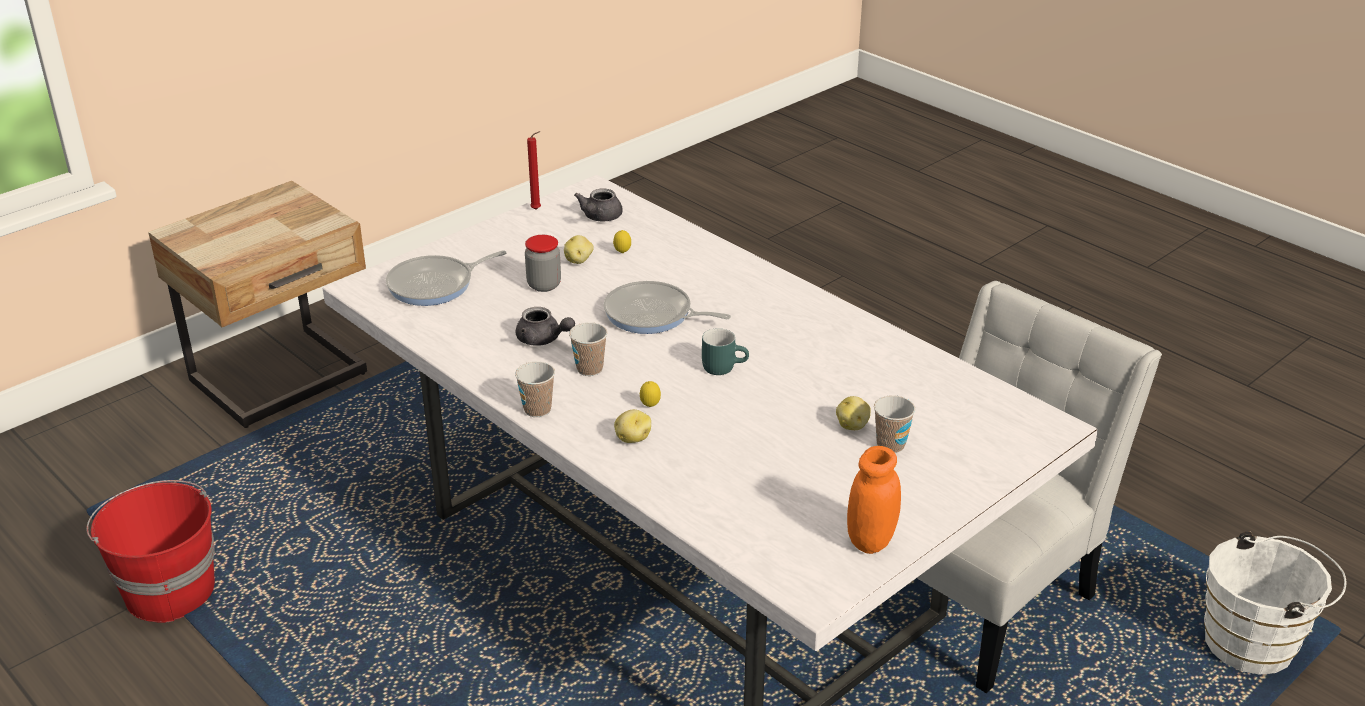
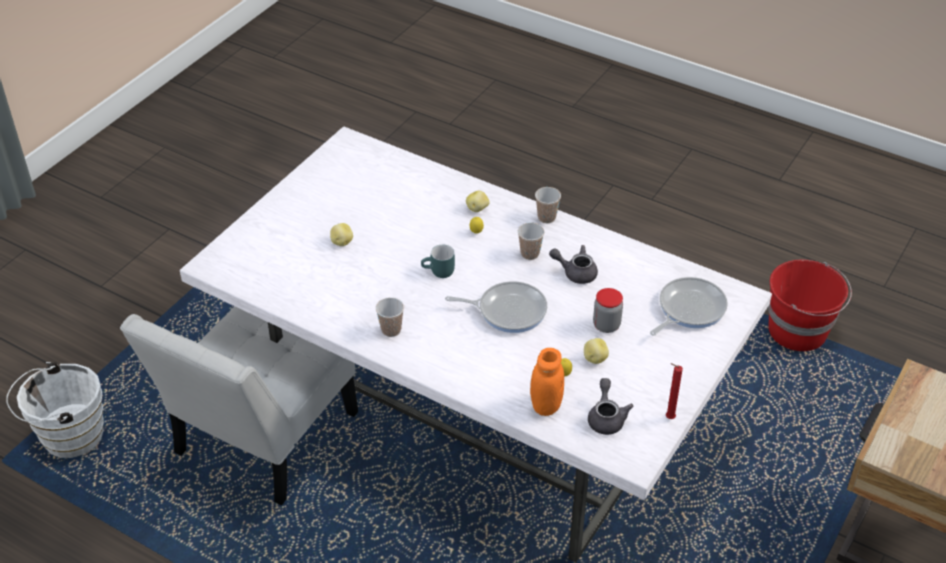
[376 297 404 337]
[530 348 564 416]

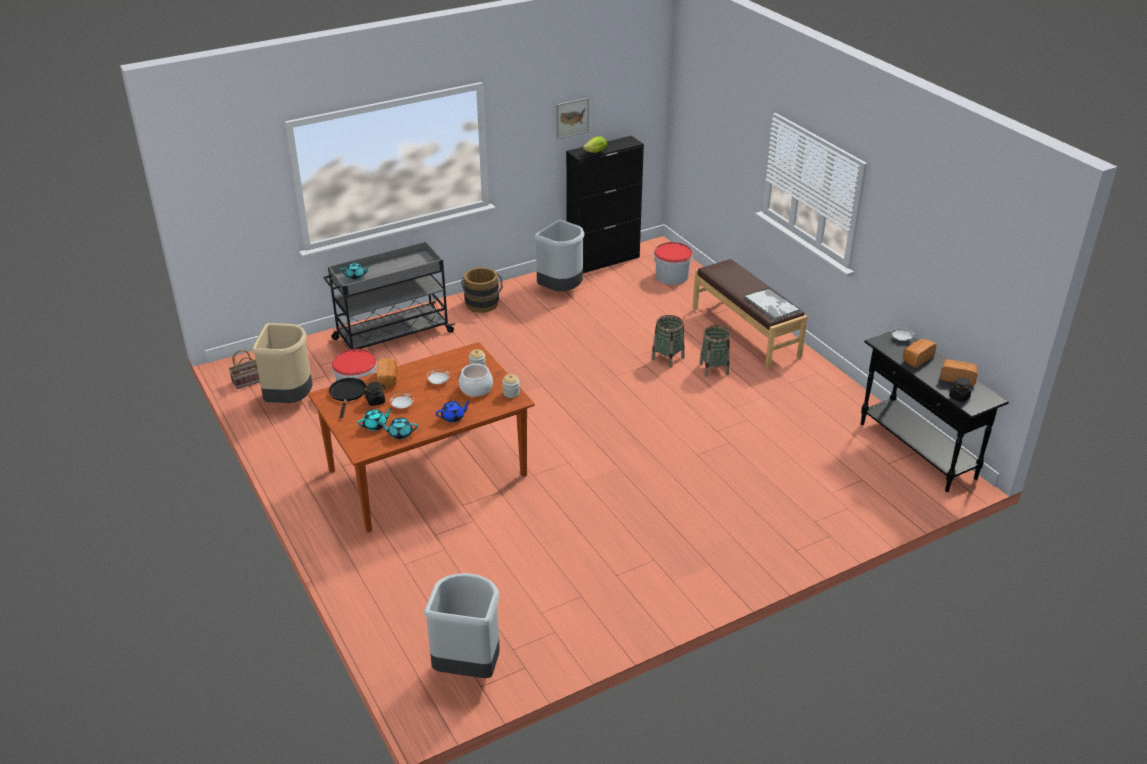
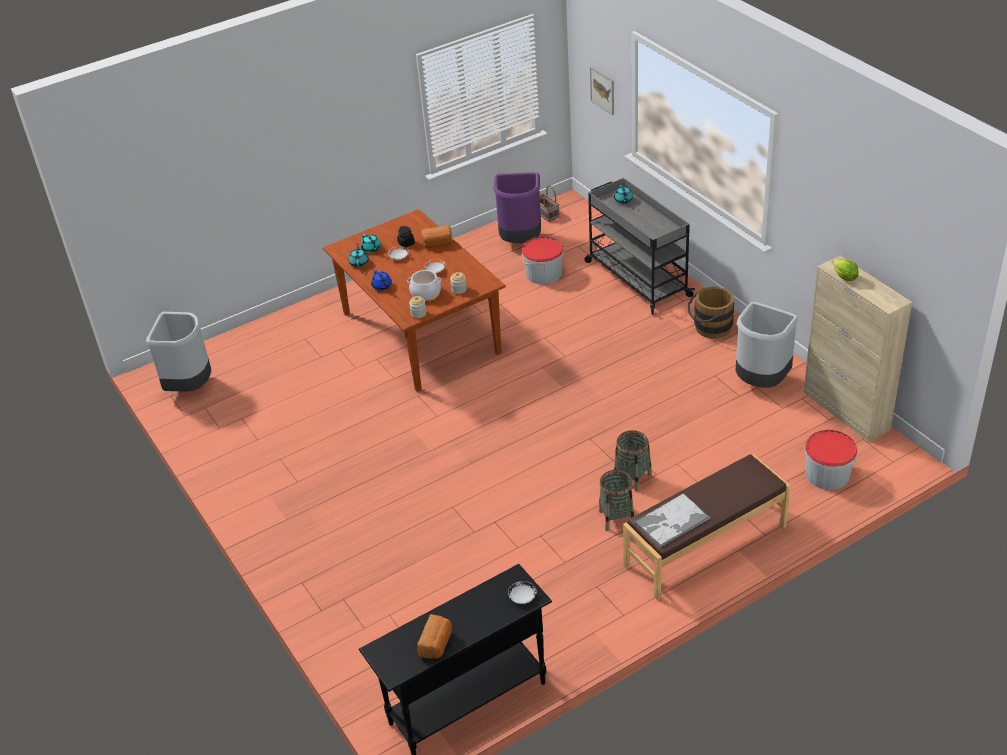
[494 172 541 243]
[590 67 614 115]
[803 256 912 442]
[329 378 366 418] (first image)
[903 339 936 368] (first image)
[949 378 971 402] (first image)

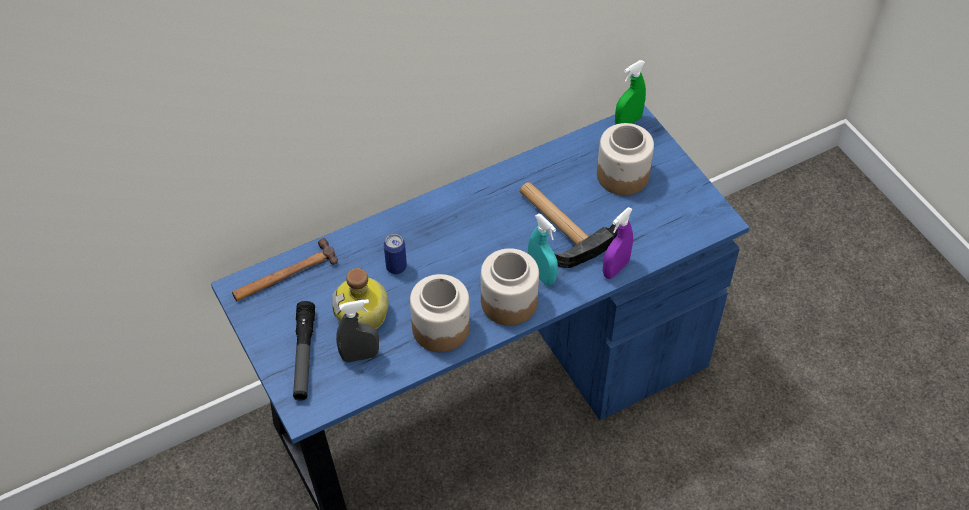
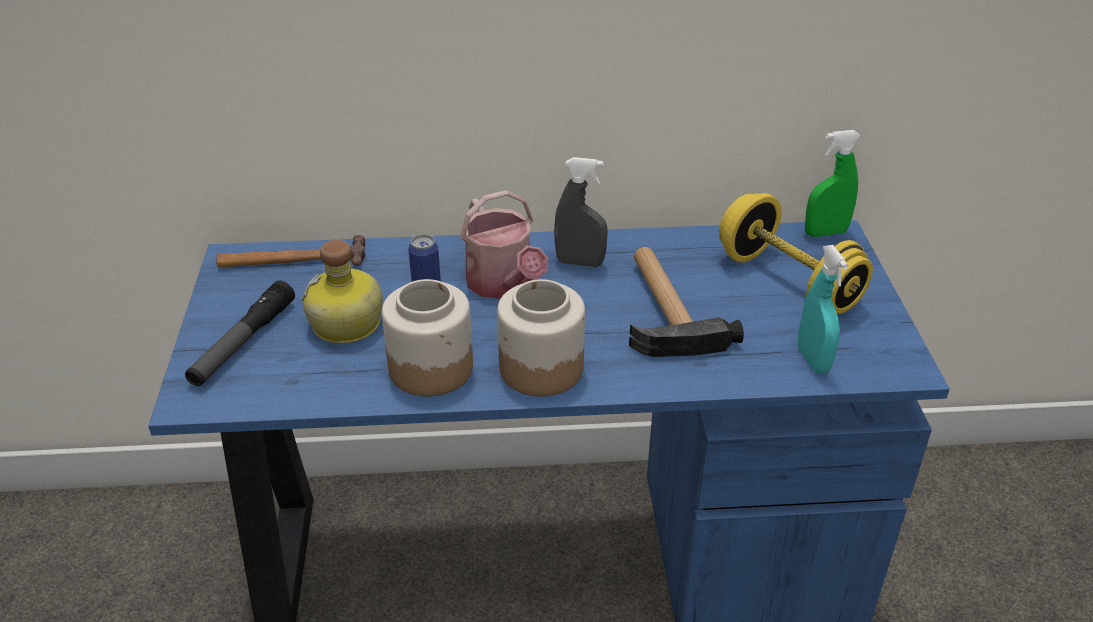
[460 190 548 299]
[554 157 608 267]
[719 193 873 314]
[798 245 849 374]
[603 207 633 279] (first image)

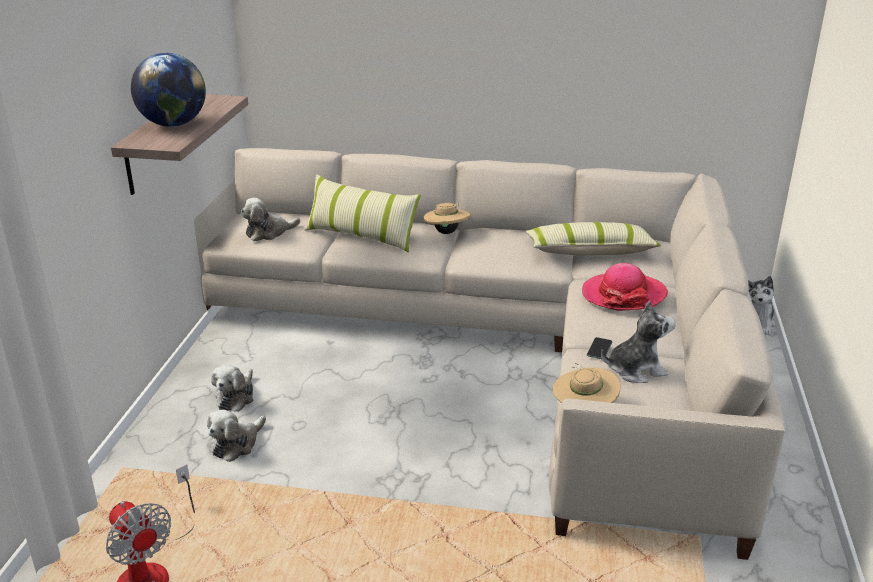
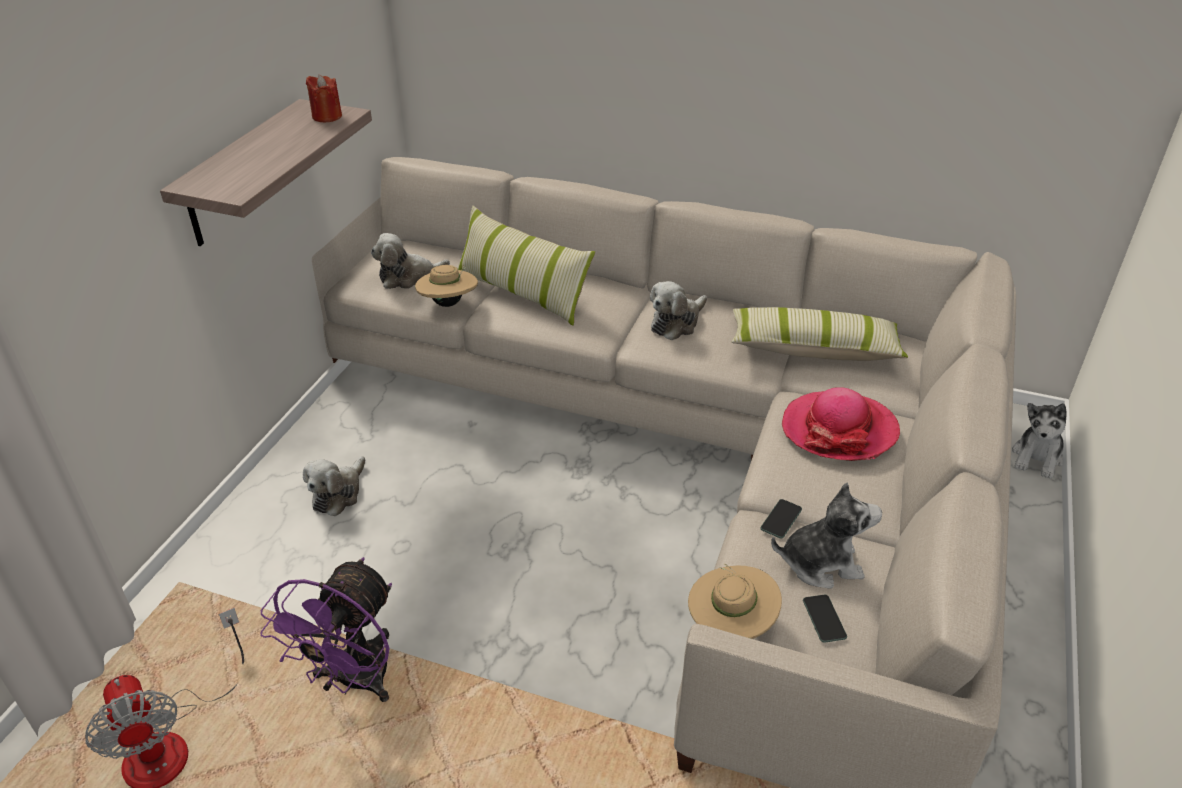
[260 557 392 702]
[306 75 342 122]
[415 264 478 307]
[650 281 707 340]
[803 595 847 643]
[131 53 206 127] (first image)

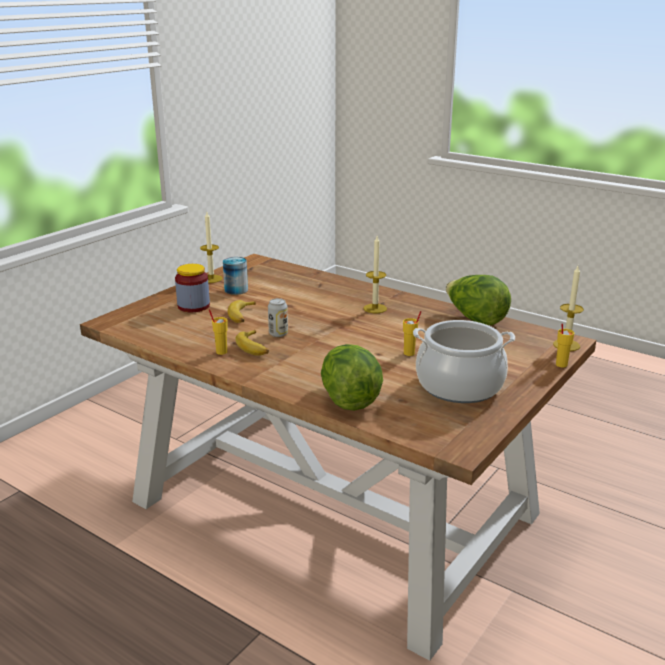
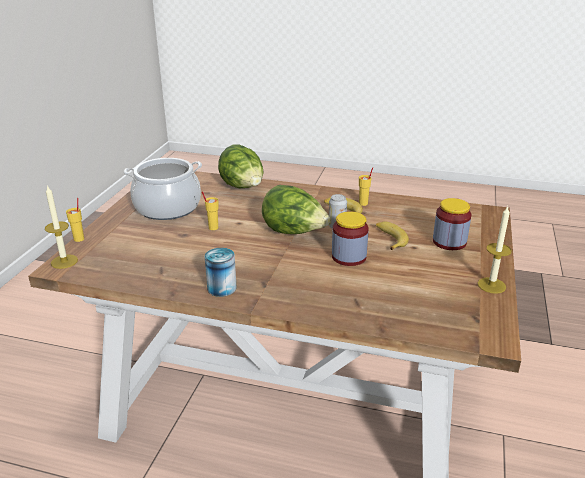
[205 248 236 297]
[262 185 330 234]
[332 211 369 266]
[364 236 387 313] (first image)

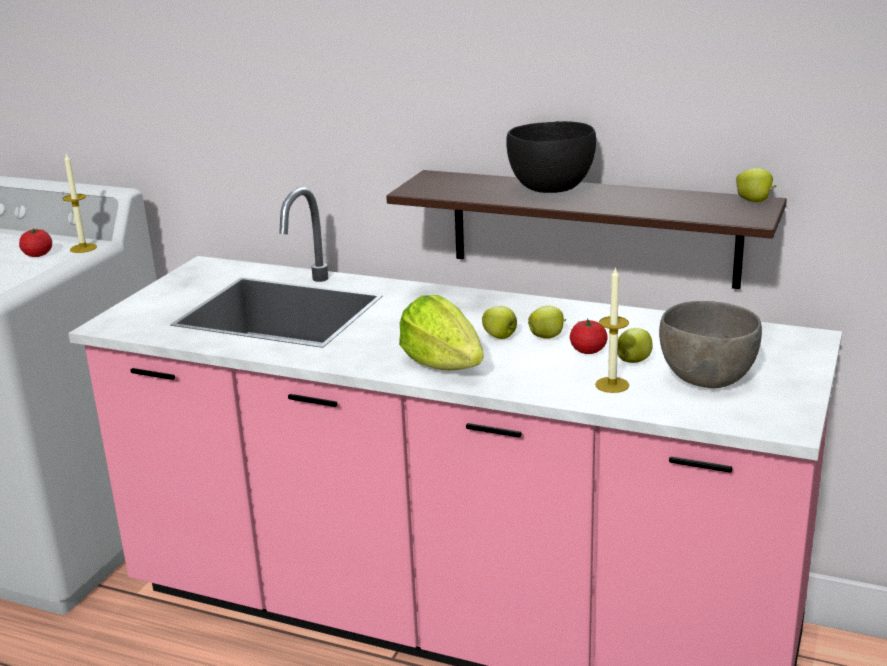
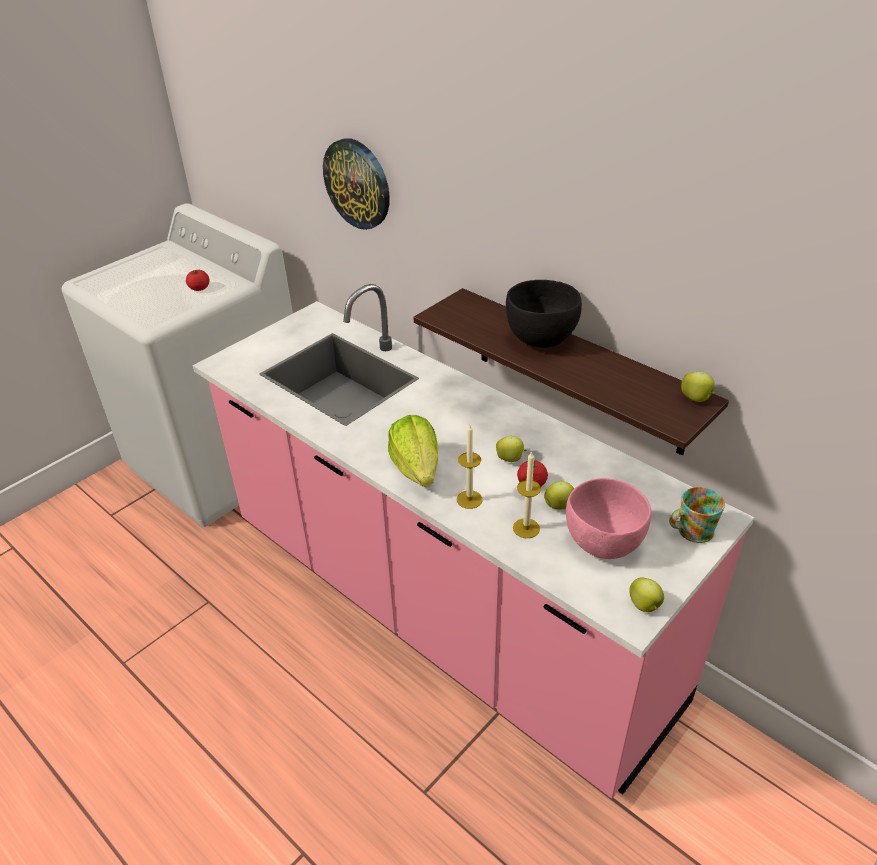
[323 138 390 230]
[457 424 483 509]
[566 478 652 559]
[629 577 664 612]
[669 487 725 543]

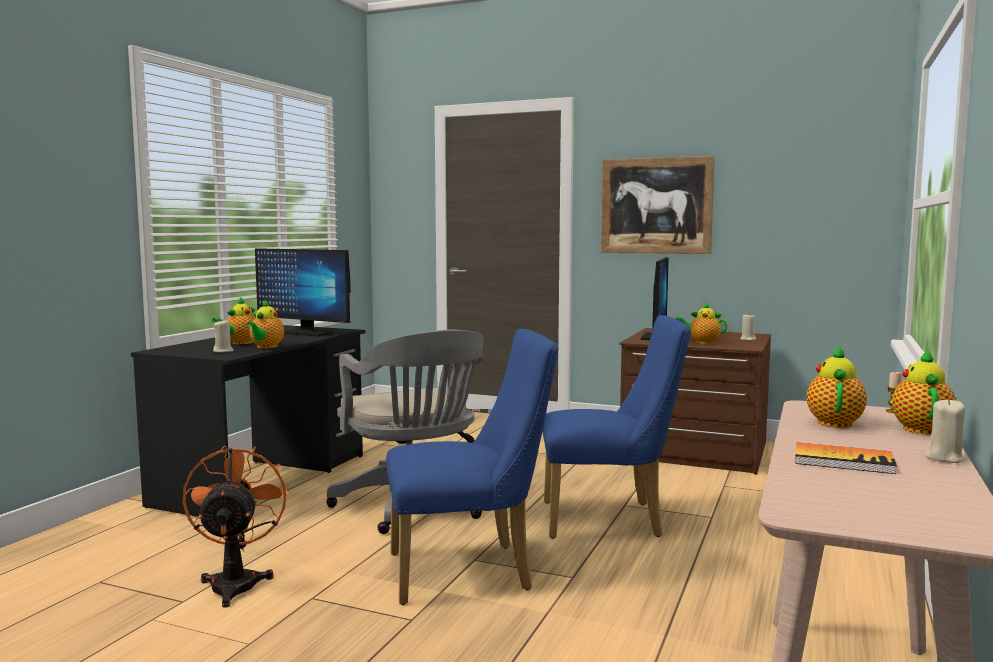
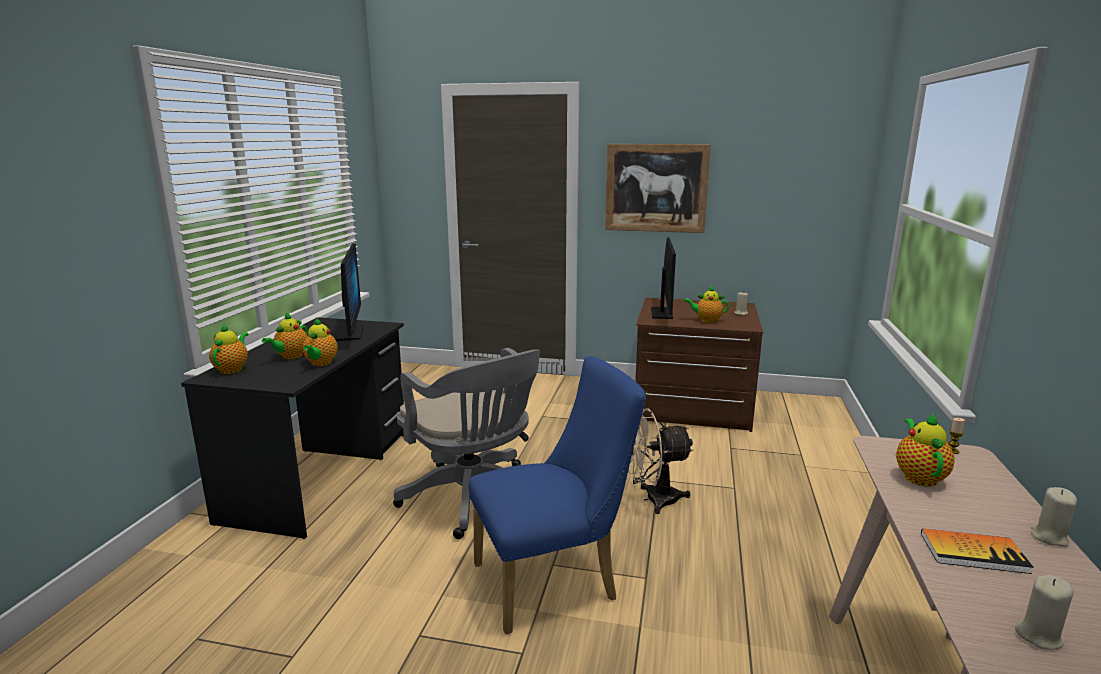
[209 323 248 374]
[335 243 364 341]
[628 408 694 514]
[1015 575 1074 650]
[183 445 288 608] (first image)

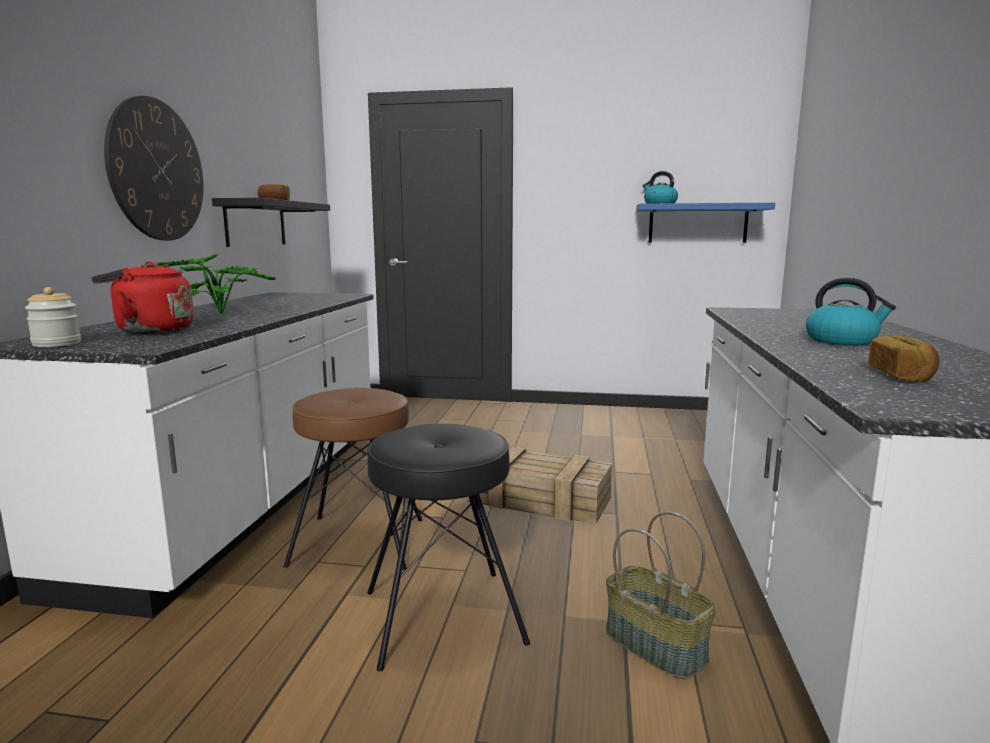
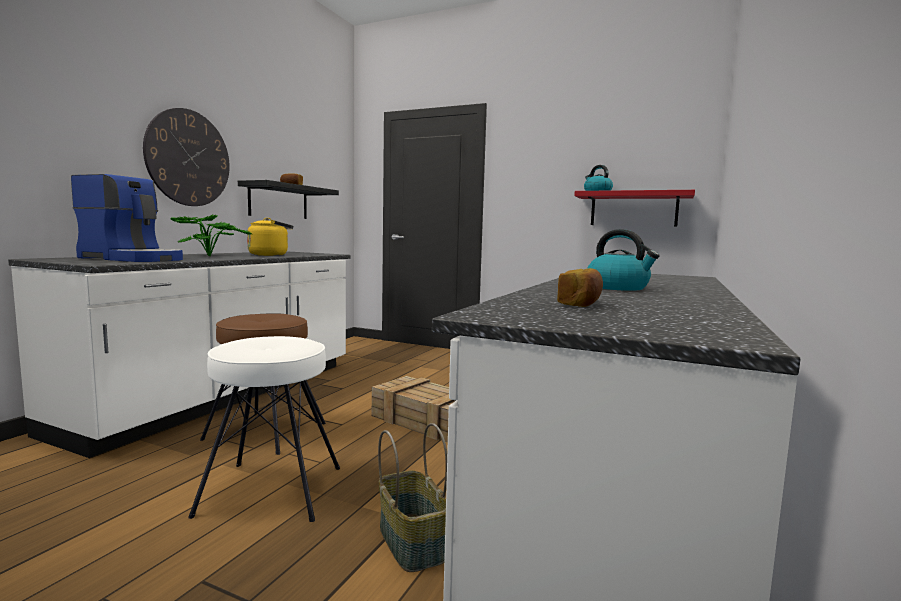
[71 174 183 262]
[188 336 340 522]
[247 218 293 256]
[574 190 695 227]
[25 287 81 347] (first image)

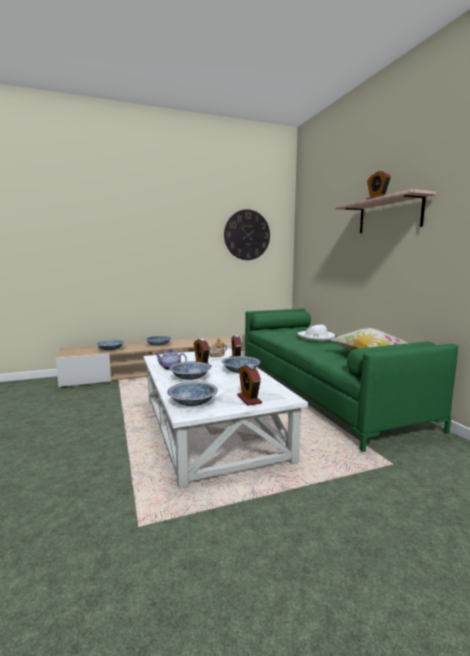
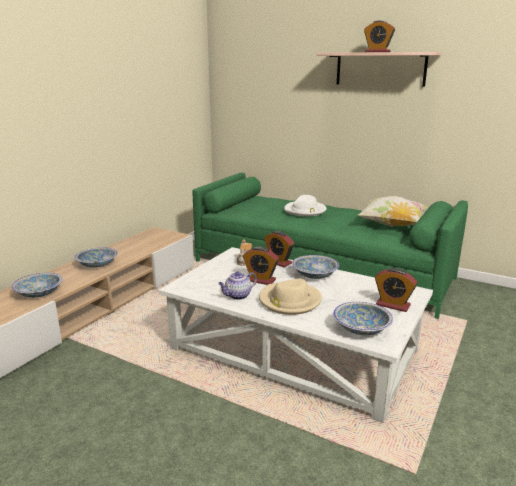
[259 279 322 315]
[224 209 270 260] (first image)

